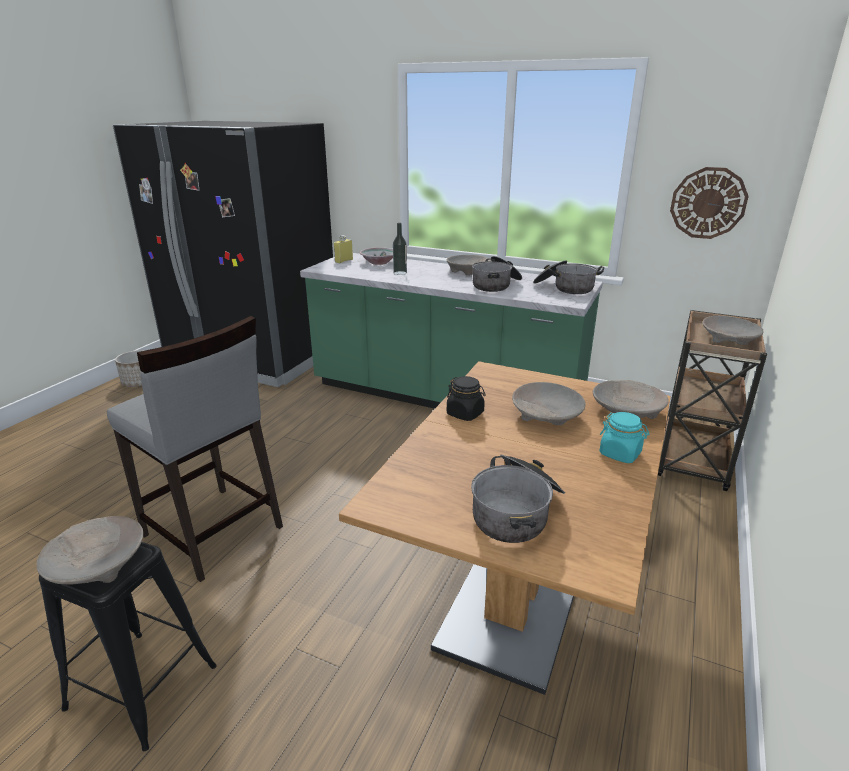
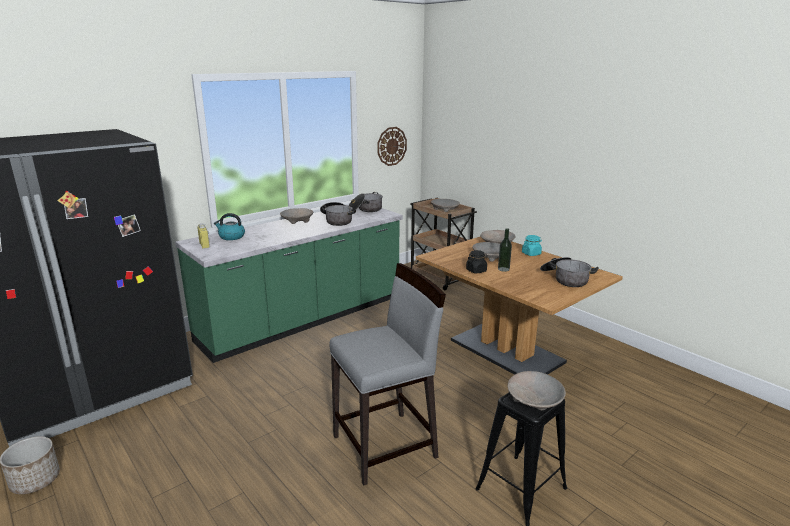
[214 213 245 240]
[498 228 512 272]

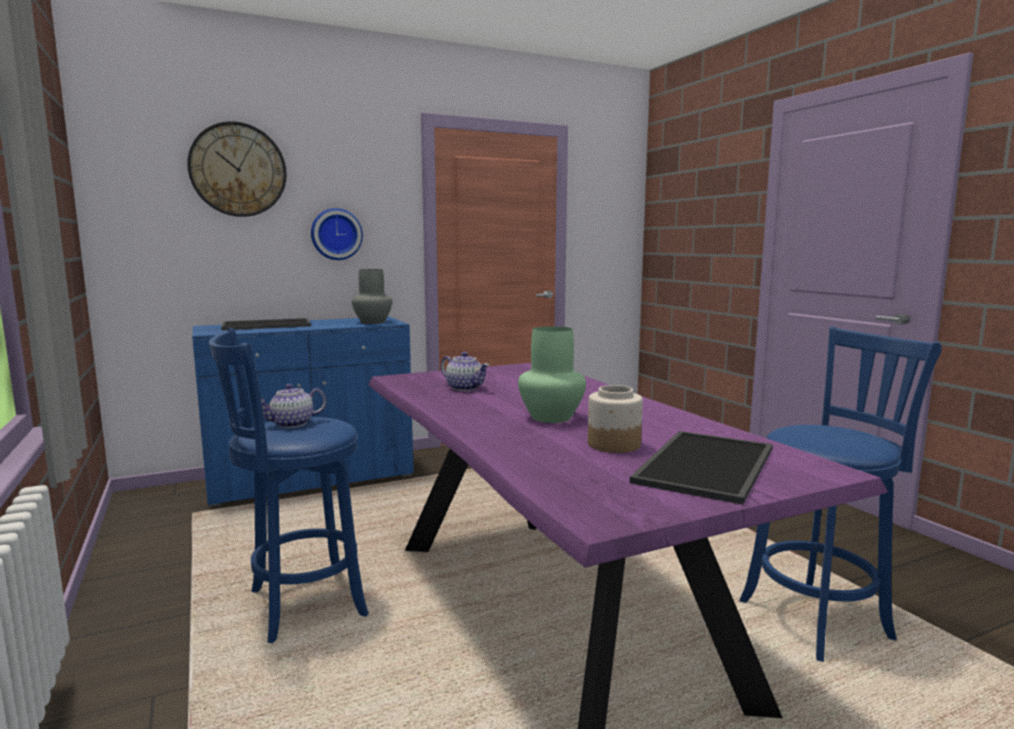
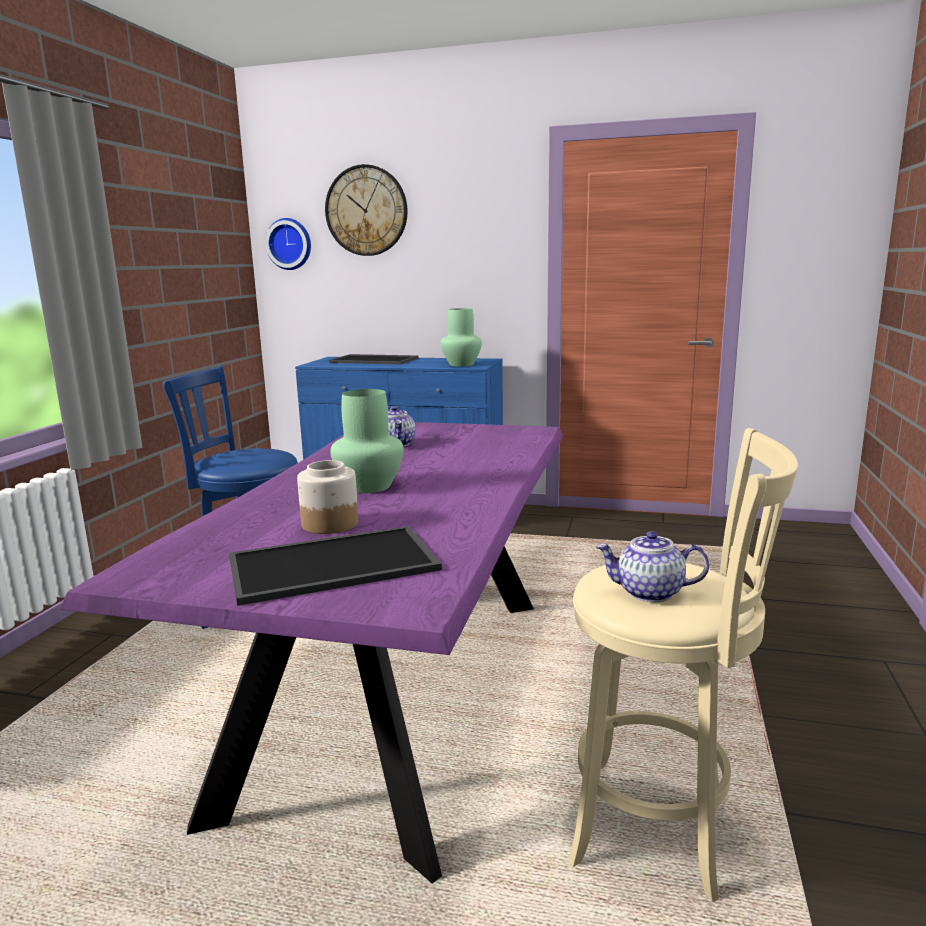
[265 218 311 270]
[441 308 482 366]
[568 428 798 902]
[596 531 709 602]

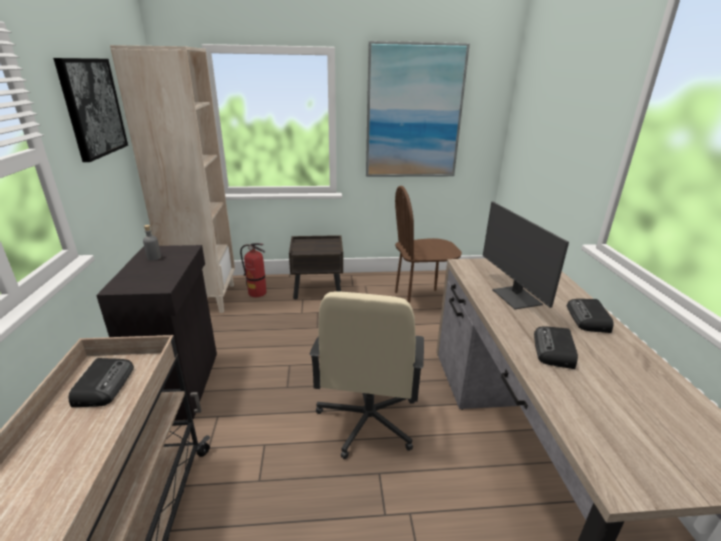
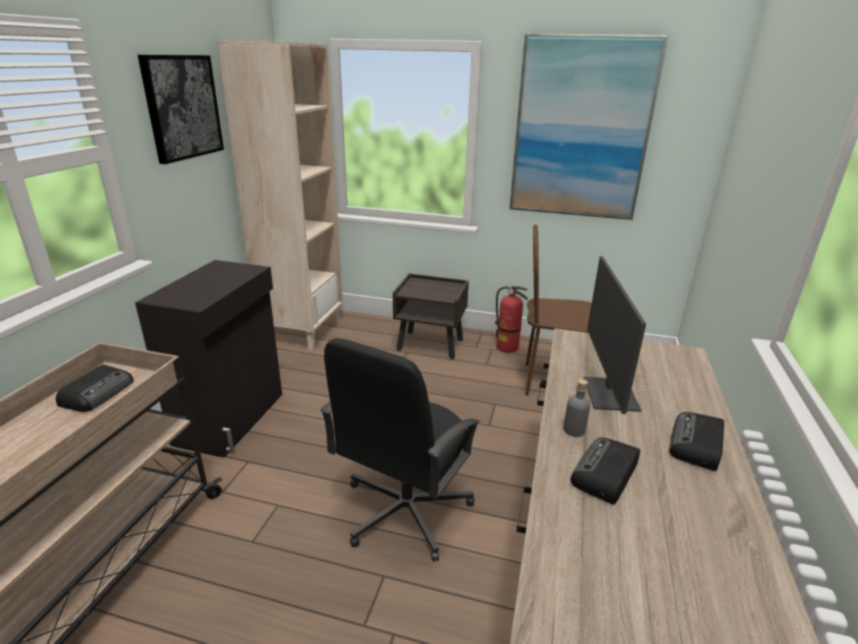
[320 338 480 561]
[495 286 528 353]
[563 379 590 437]

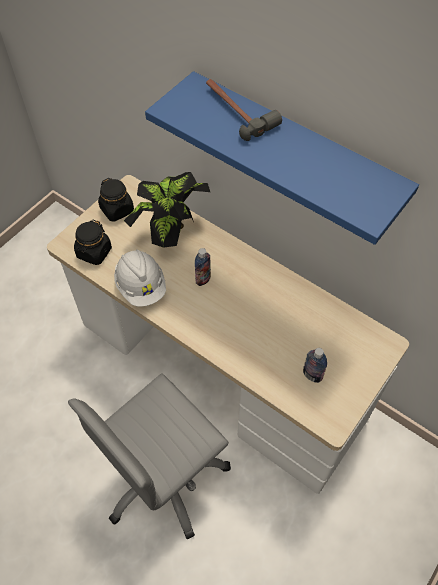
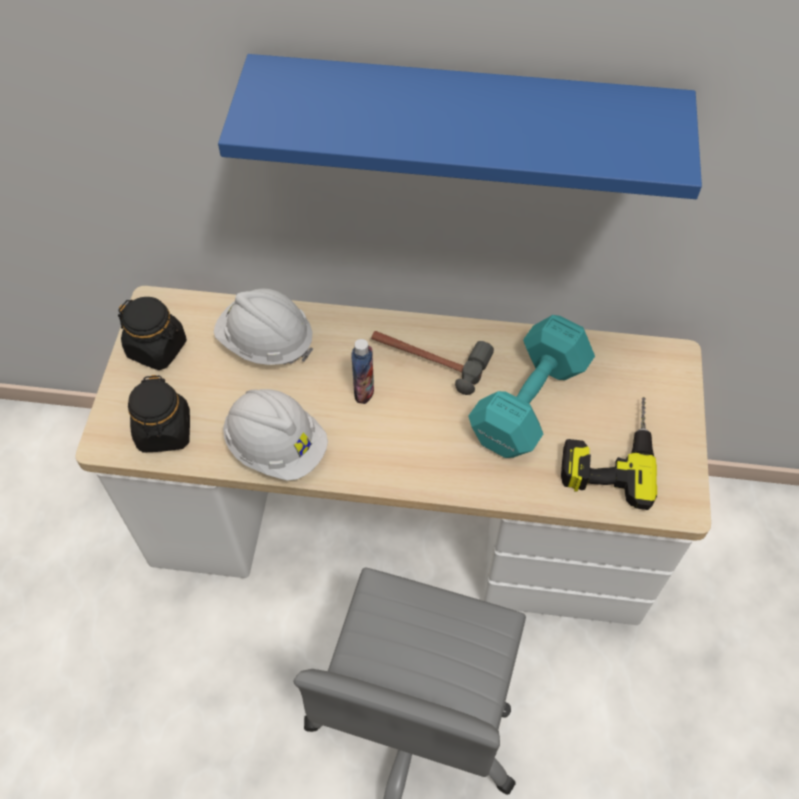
[214 288 313 365]
[371 331 494 395]
[468 315 595 458]
[561 397 657 510]

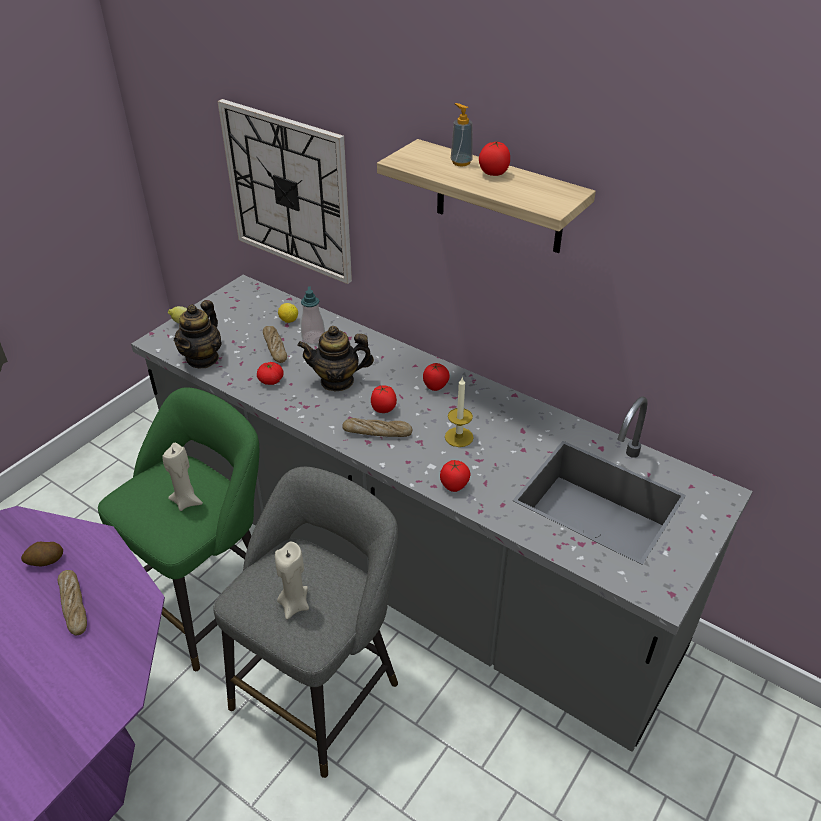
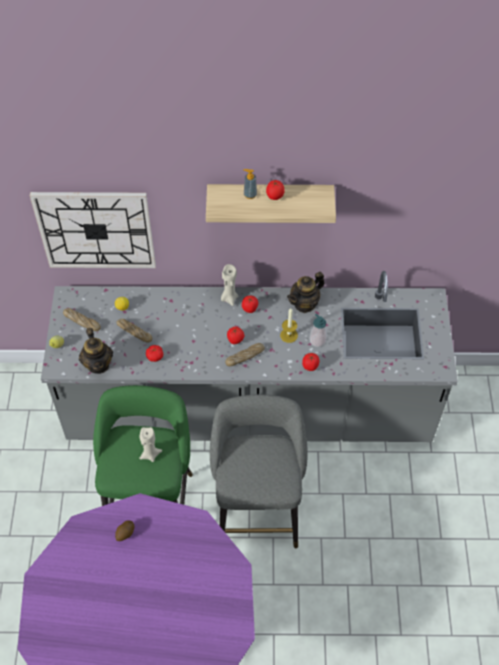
[63 308 101 331]
[221 264 238 306]
[287 272 324 313]
[310 314 327 347]

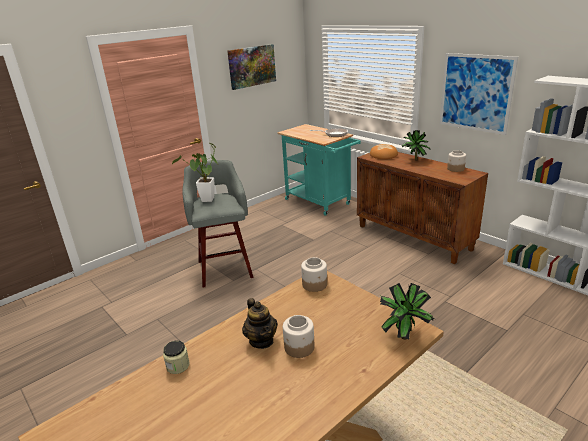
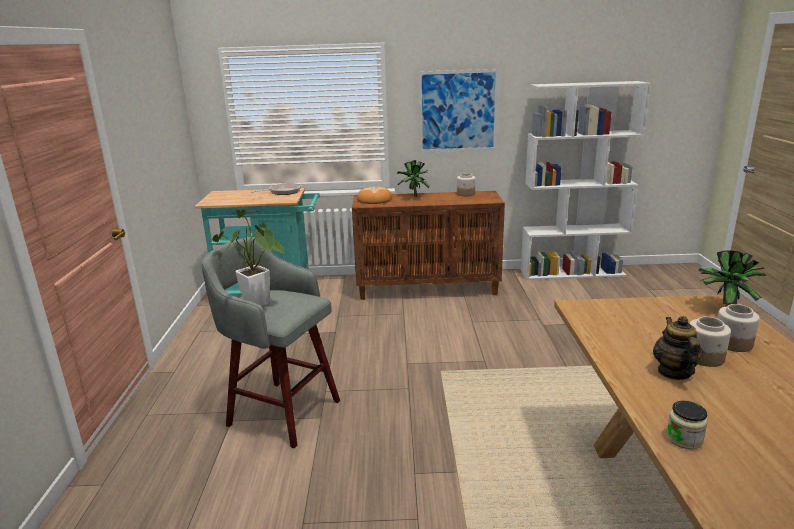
[653 316 703 380]
[717 304 760 352]
[227 44 276 90] (first image)

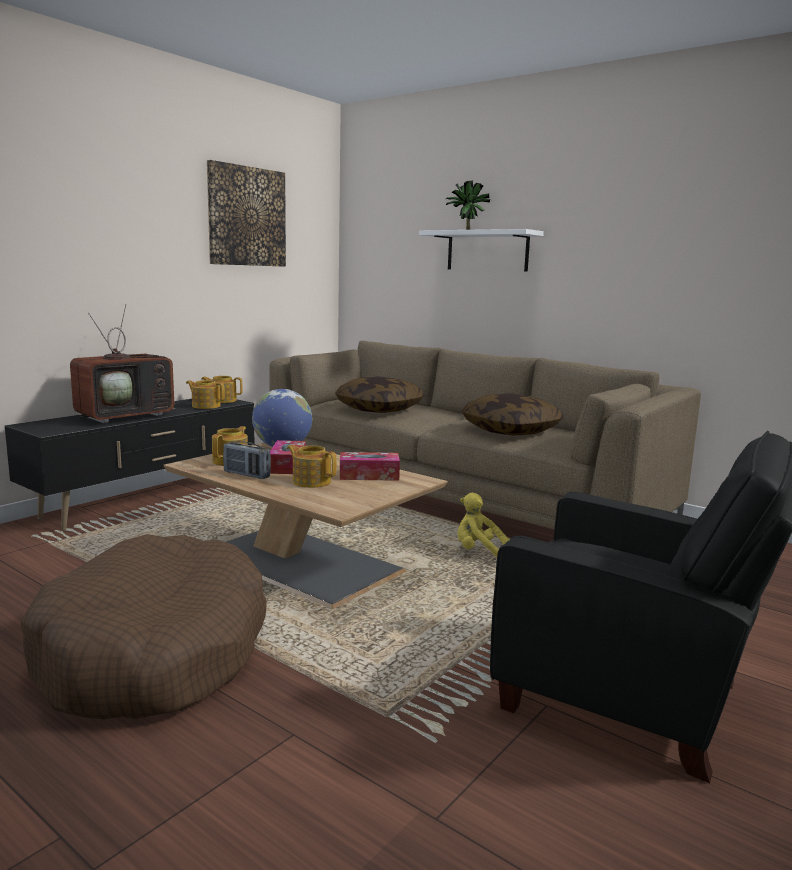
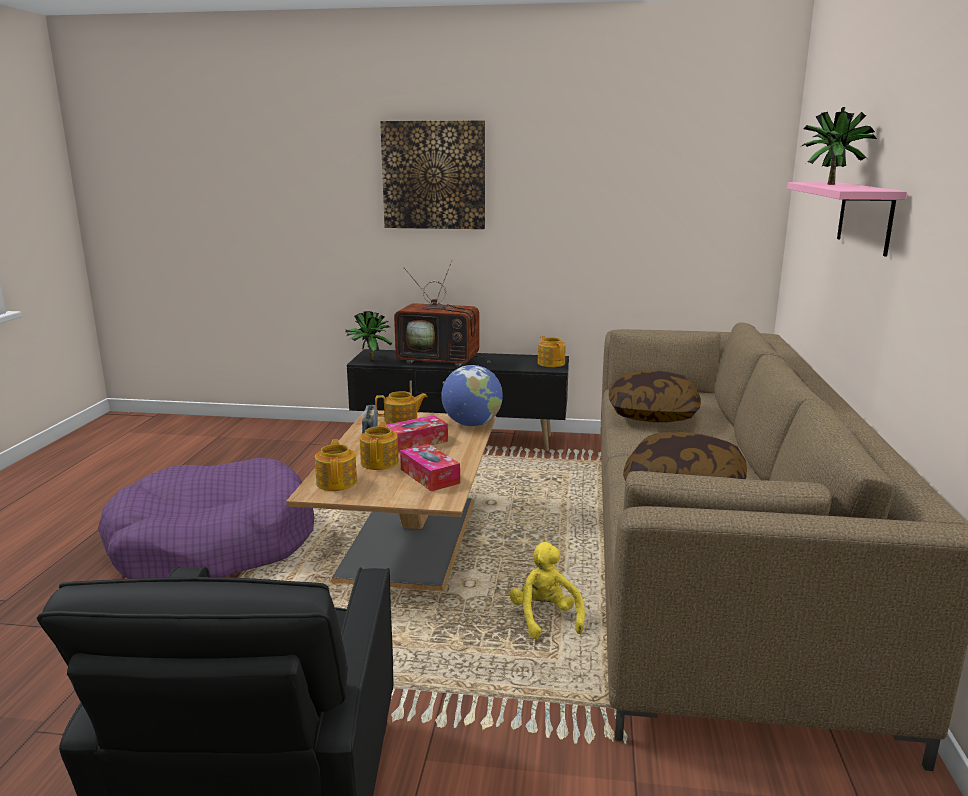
[98 458 314 579]
[315 439 357 491]
[345 311 392 361]
[380 121 485 229]
[787 182 907 256]

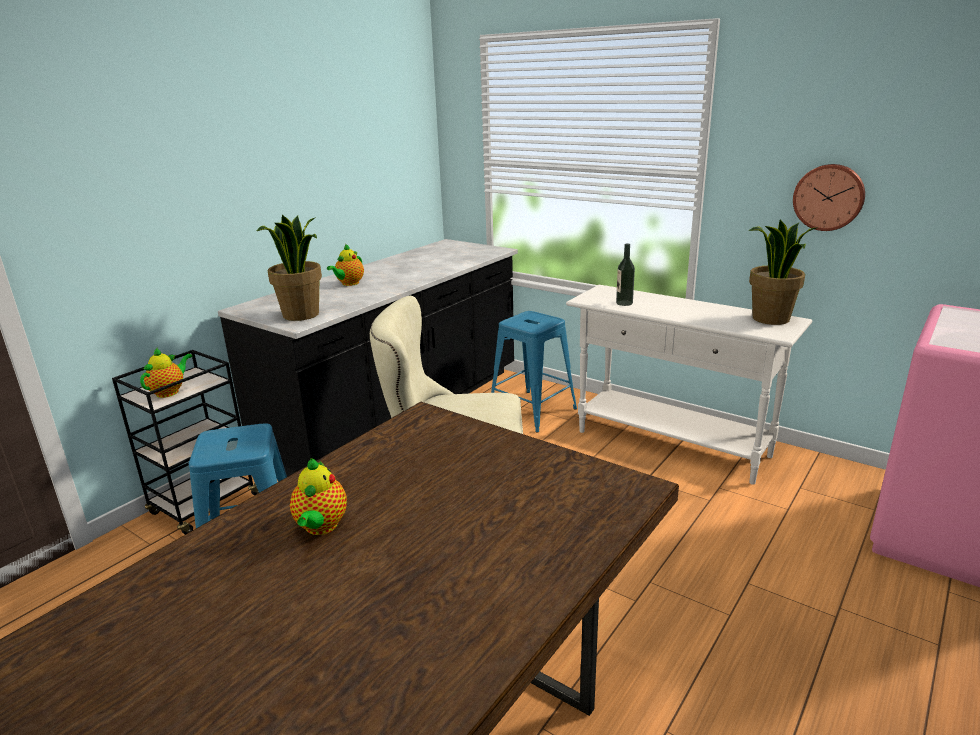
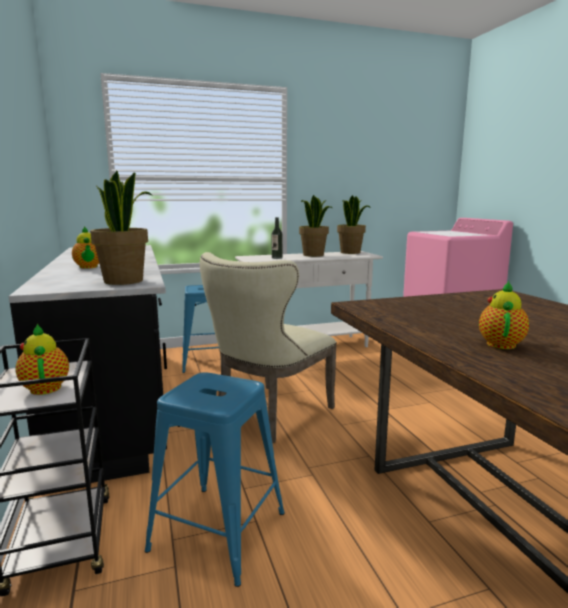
[299 195 332 257]
[479 281 529 349]
[793 164 865 231] (first image)

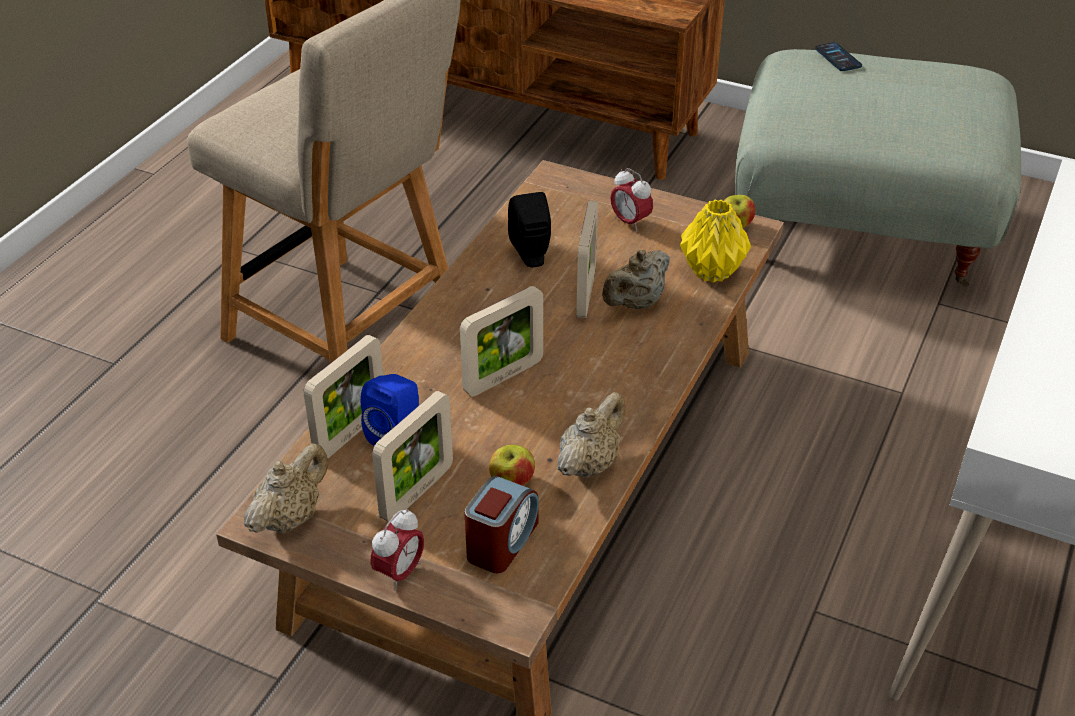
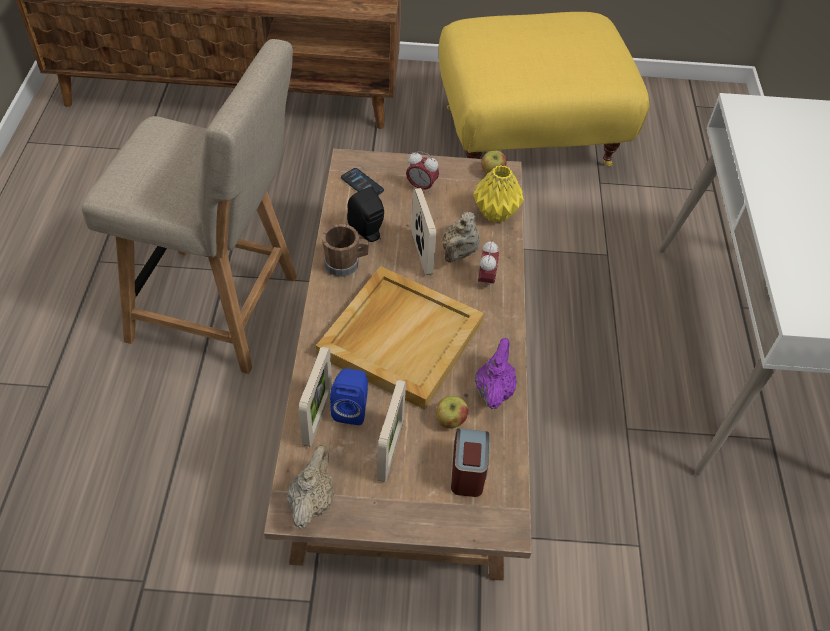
[316 266 484 410]
[322 224 369 277]
[341 168 384 195]
[439 12 650 166]
[475 338 517 409]
[478 240 499 290]

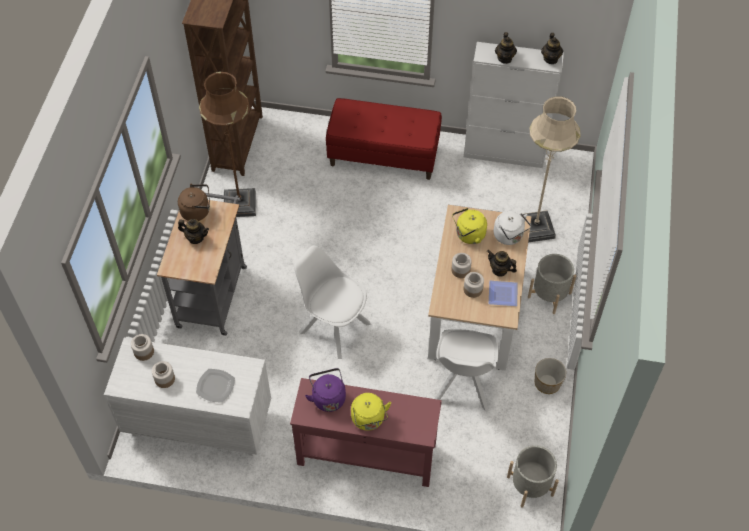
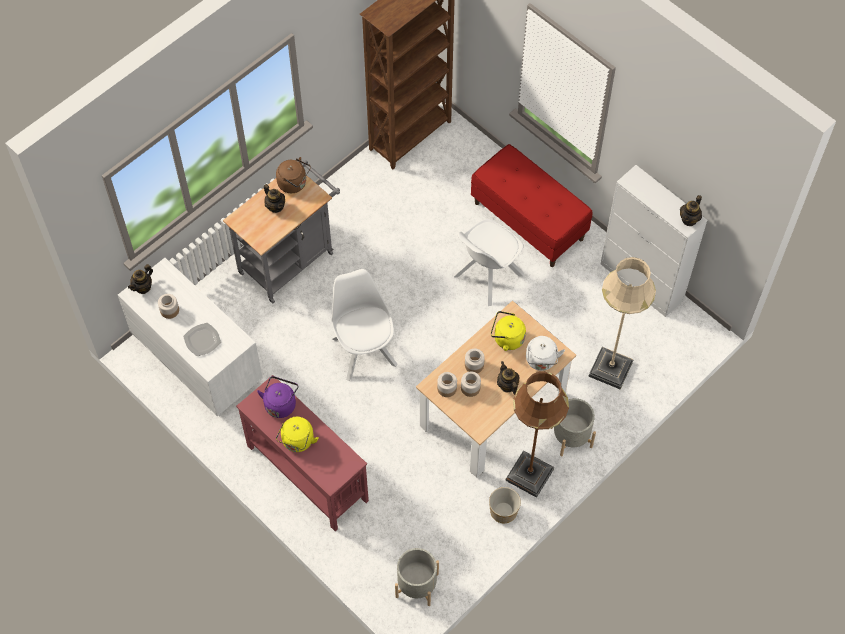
[128 264 153 294]
[437 372 457 397]
[453 219 524 306]
[506 371 569 498]
[489 281 518 306] (first image)

